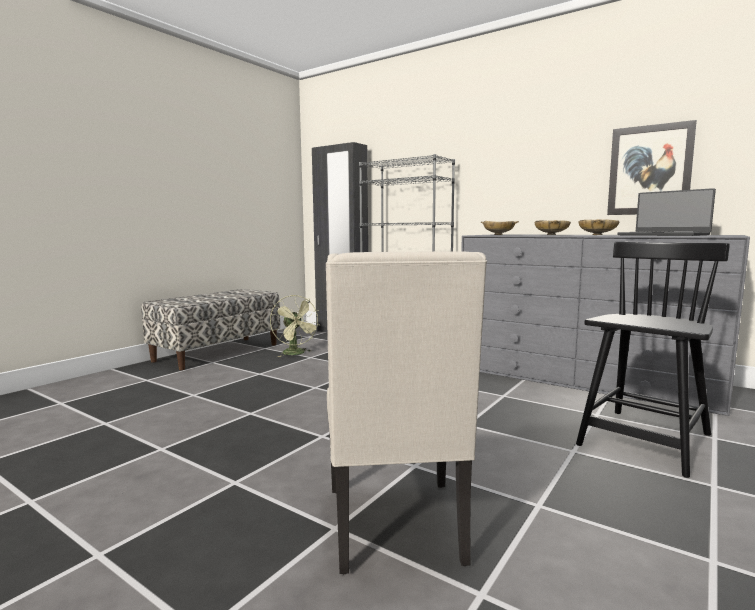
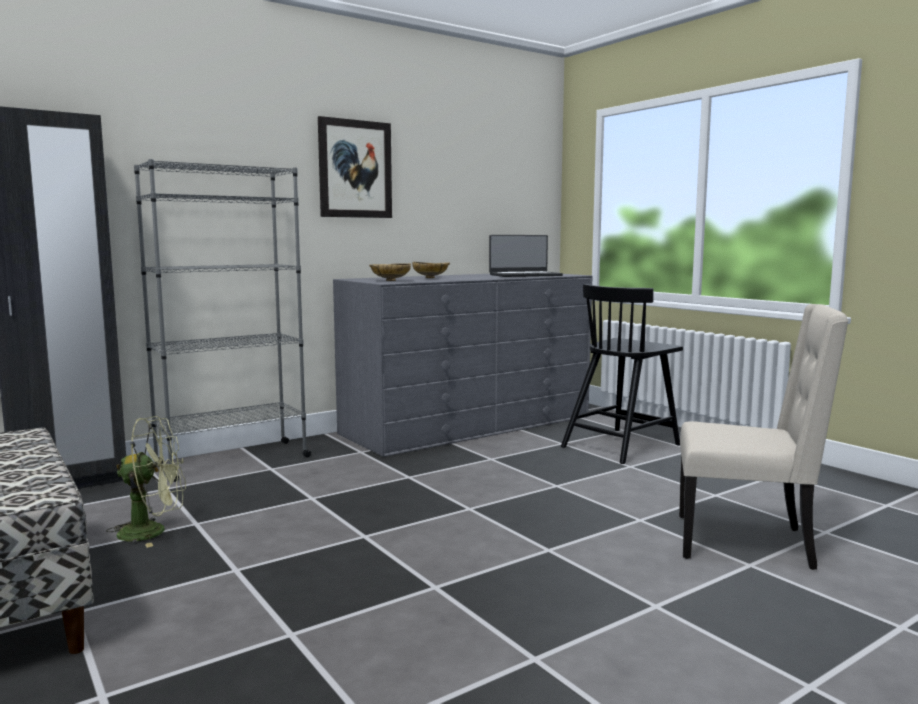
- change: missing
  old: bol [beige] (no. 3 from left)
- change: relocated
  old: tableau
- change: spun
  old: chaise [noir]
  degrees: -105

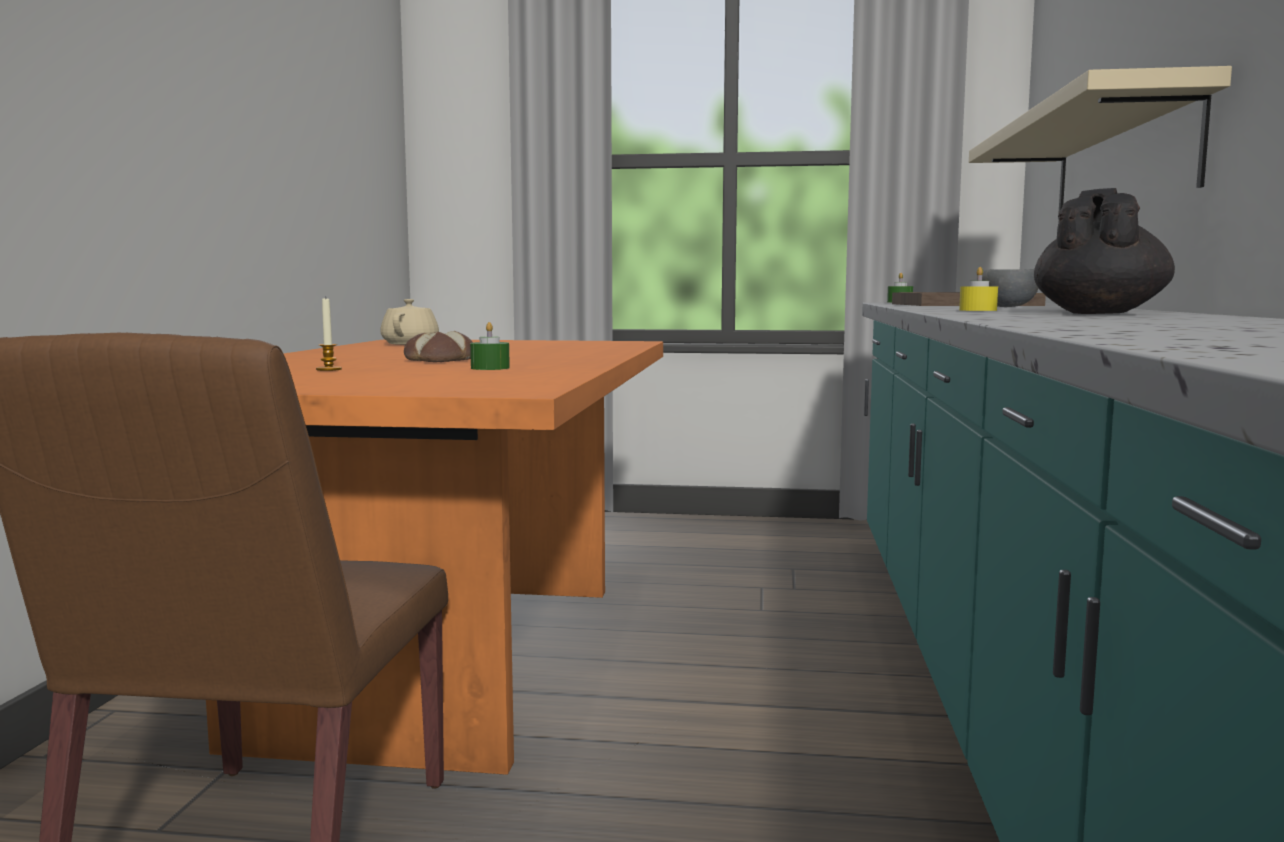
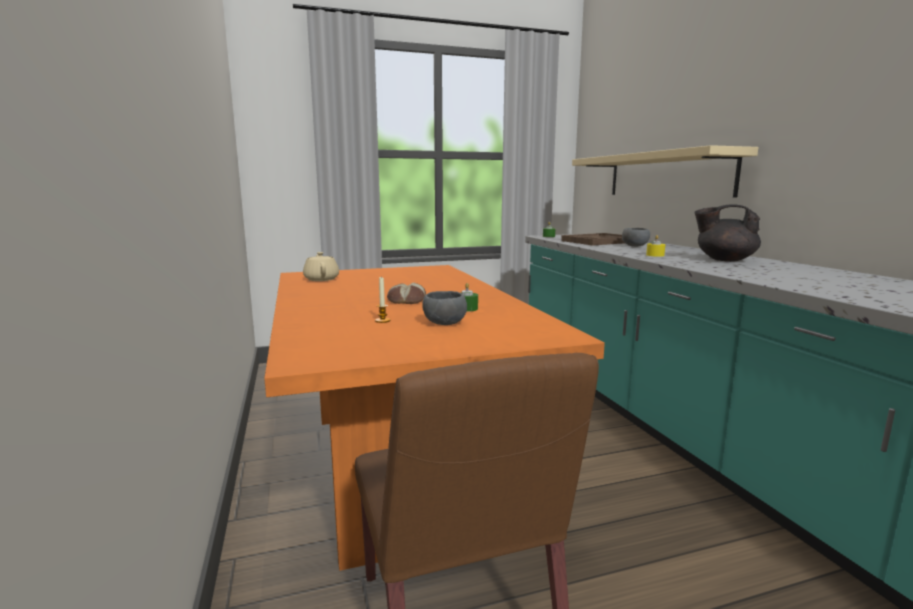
- change: appeared
  new: bol [gris] (no. 1 from left)
- change: spun
  old: théière [noir]
  degrees: -75

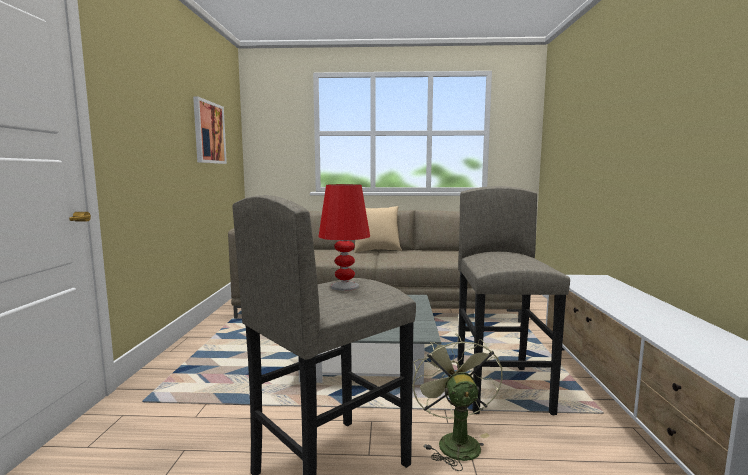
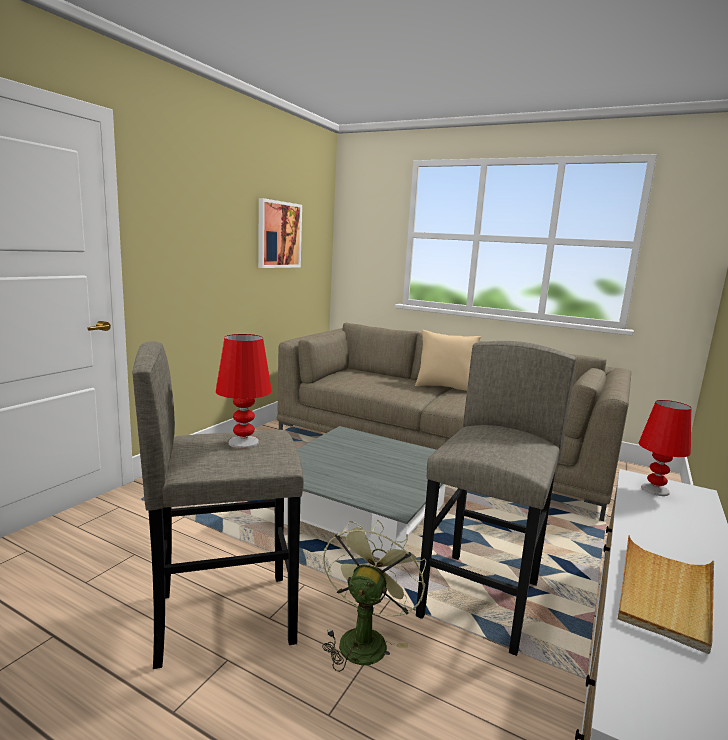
- change: appeared
  new: plateau [beige]
- change: appeared
  new: lampe de table [rouge] (no. 2 from left)

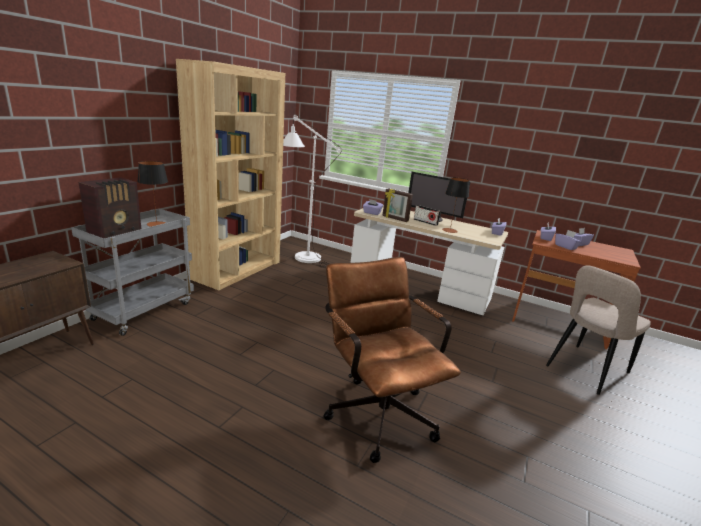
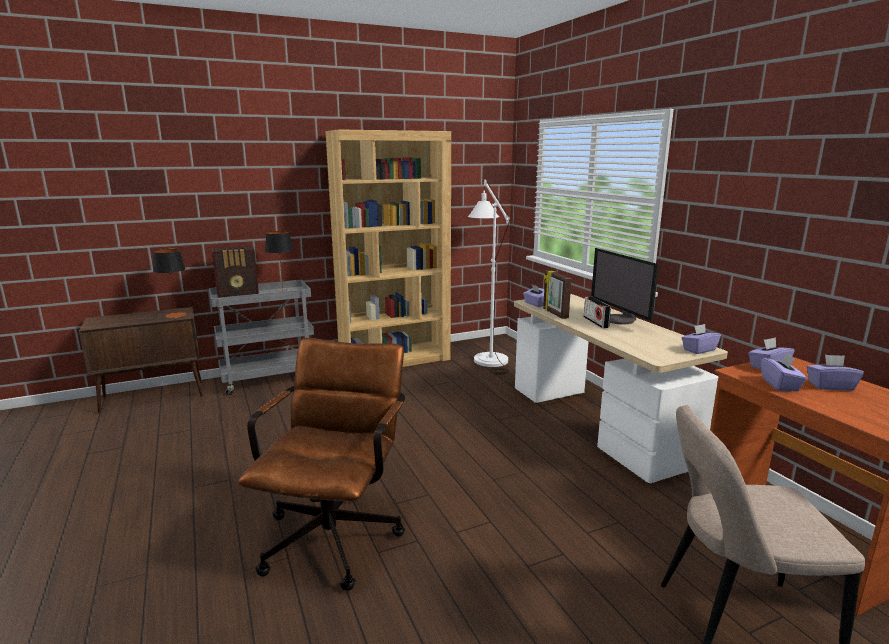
- change: relocated
  old: lampe de table (no. 2 from left in the first image)
  new: lampe de table (no. 1 from left)

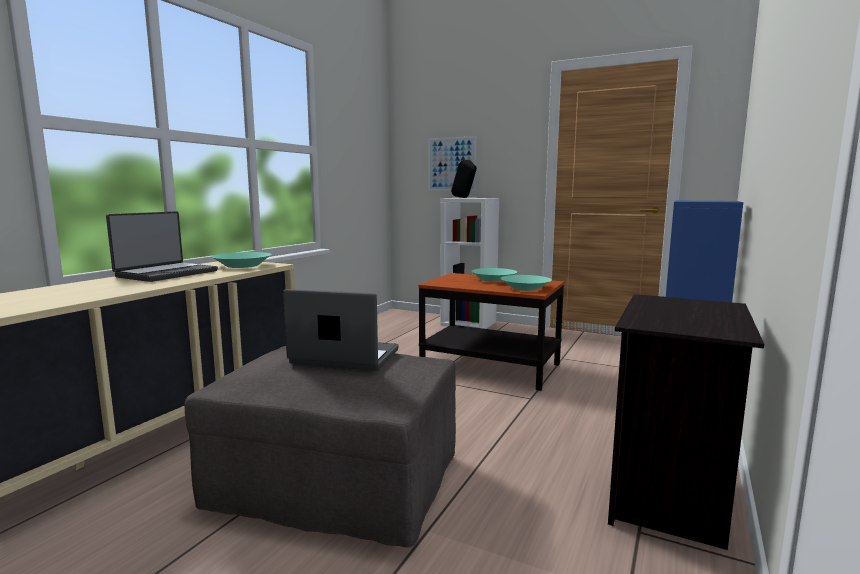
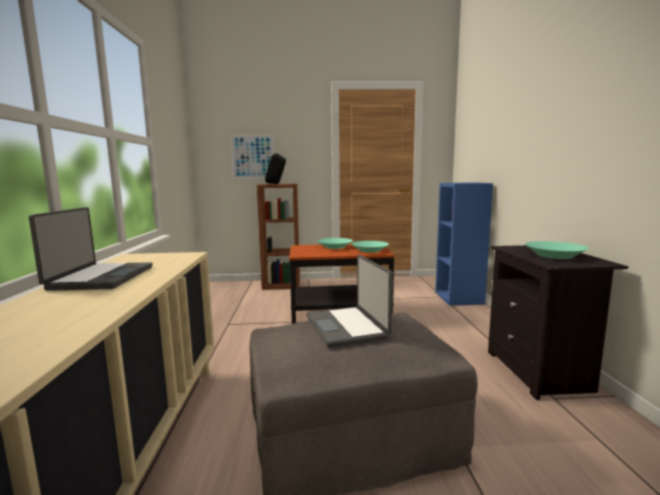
- change: relocated
  old: bol [turquoise] (no. 1 from left in the first image)
  new: bol [turquoise] (no. 3 from left)
- change: colour
  old: bibliothèque [blanc]
  new: bibliothèque [marron]
- change: spun
  old: ordinateur portable (no. 2 from left)
  degrees: -90

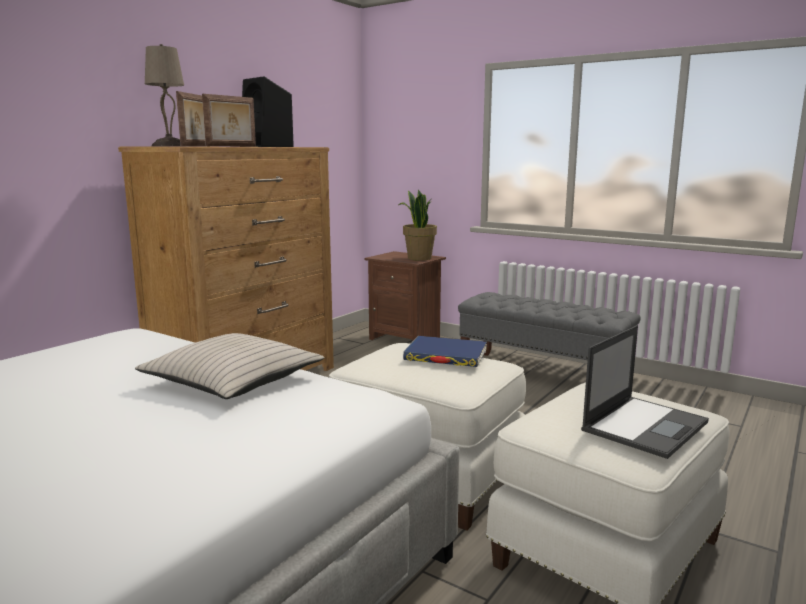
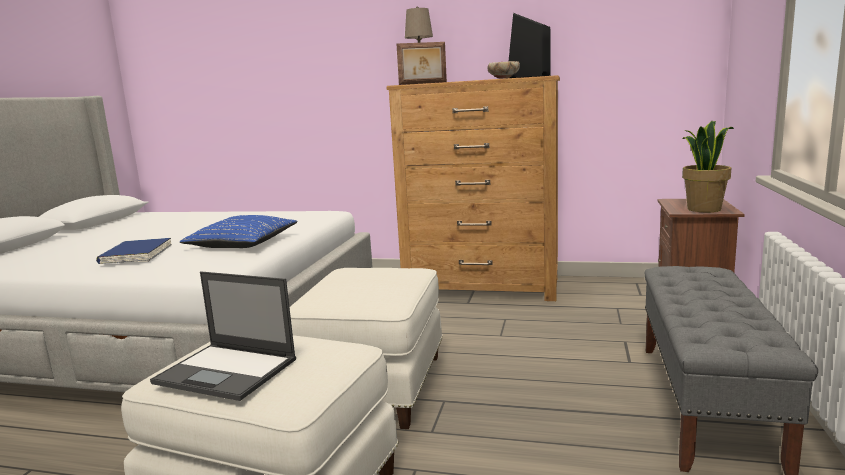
- change: missing
  old: cadre photo (no. 2 from left)
- change: appeared
  new: bol
- change: relocated
  old: livre [bleu]
- change: colour
  old: coussin [beige]
  new: coussin [bleu]

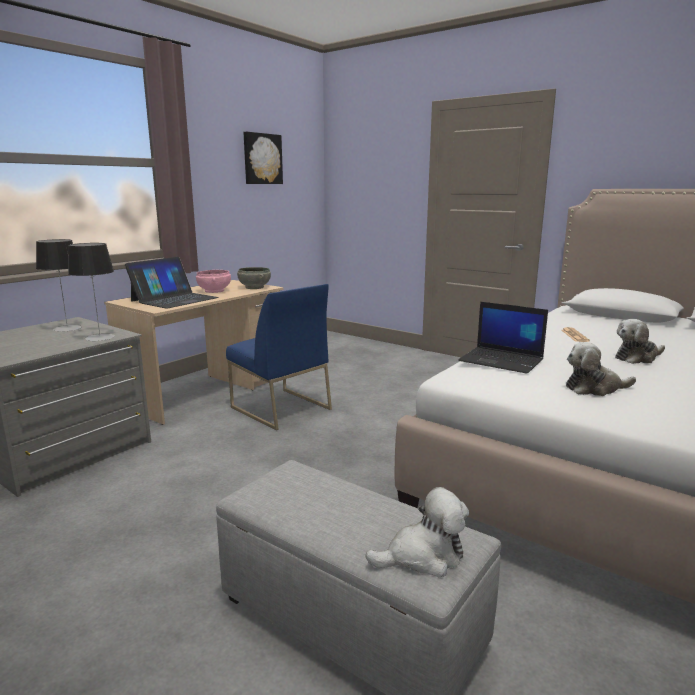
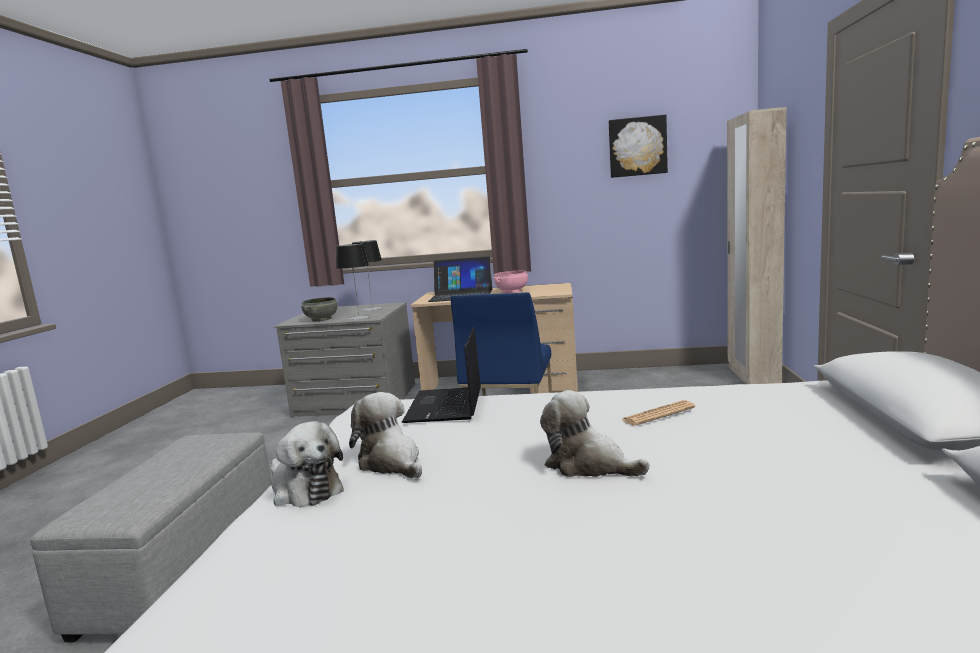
- change: appeared
  new: armoire [beige]
- change: relocated
  old: bol [gris]
- change: relocated
  old: peluche (no. 1 from left)

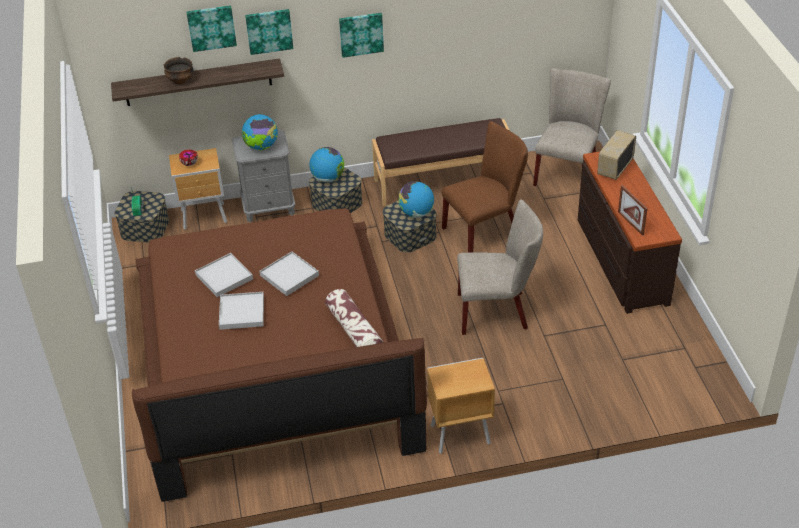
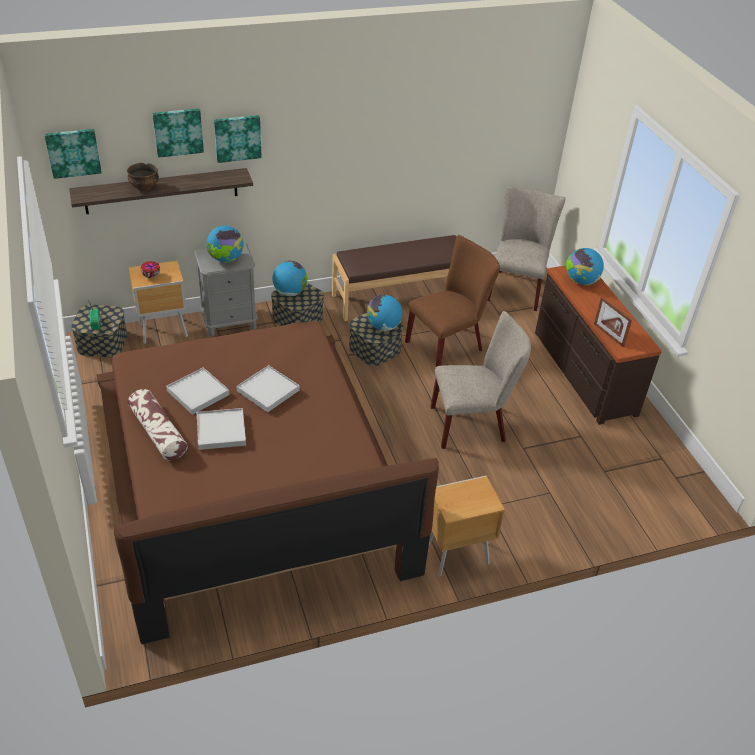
- change: relocated
  old: coussin
- change: relocated
  old: tableau (no. 3 from left in the first image)
  new: tableau (no. 1 from left)
- change: exchanged
  old: radio (no. 2 from left)
  new: globe (no. 4 from left)

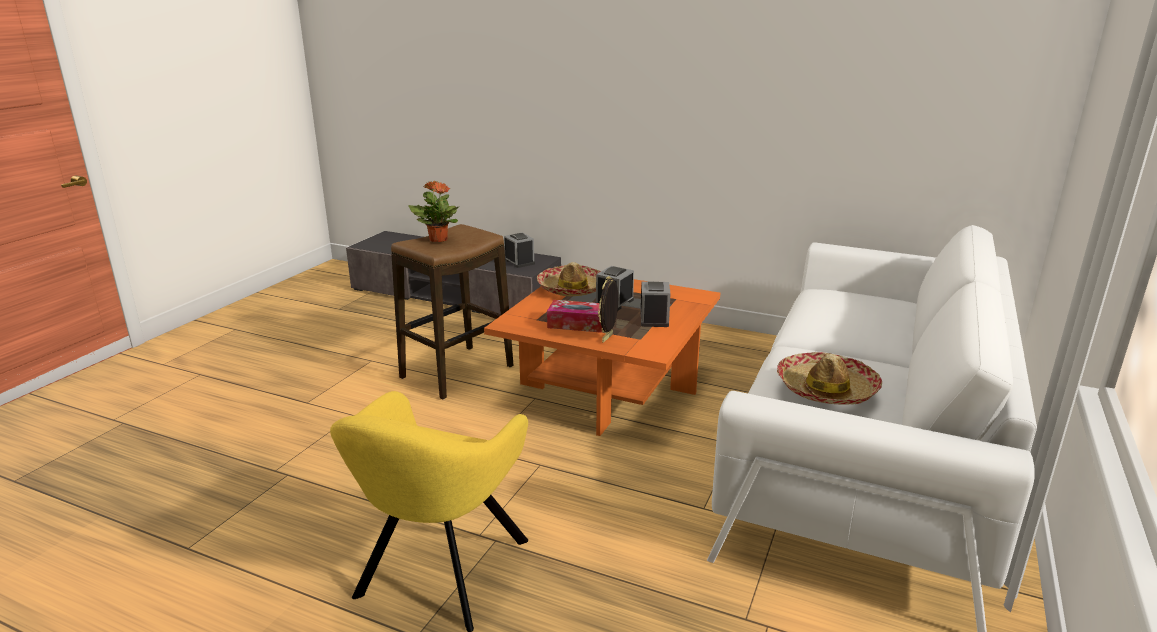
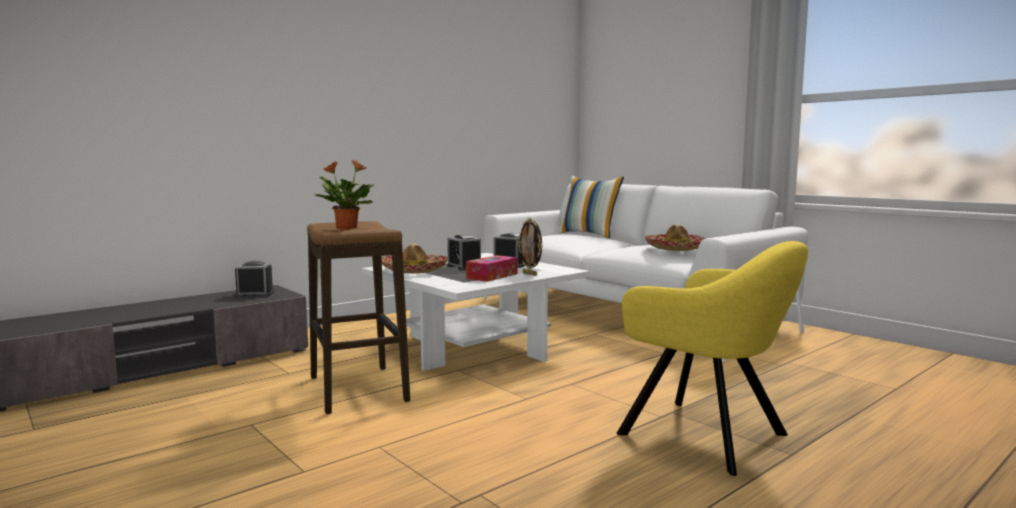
- change: appeared
  new: coussin
- change: colour
  old: table basse [orange]
  new: table basse [blanc]

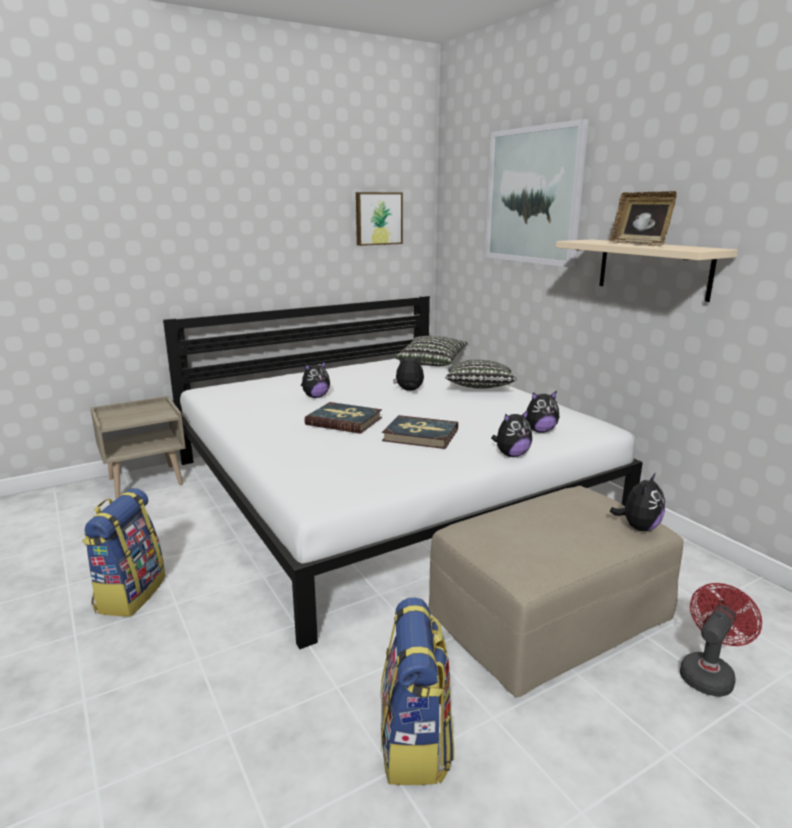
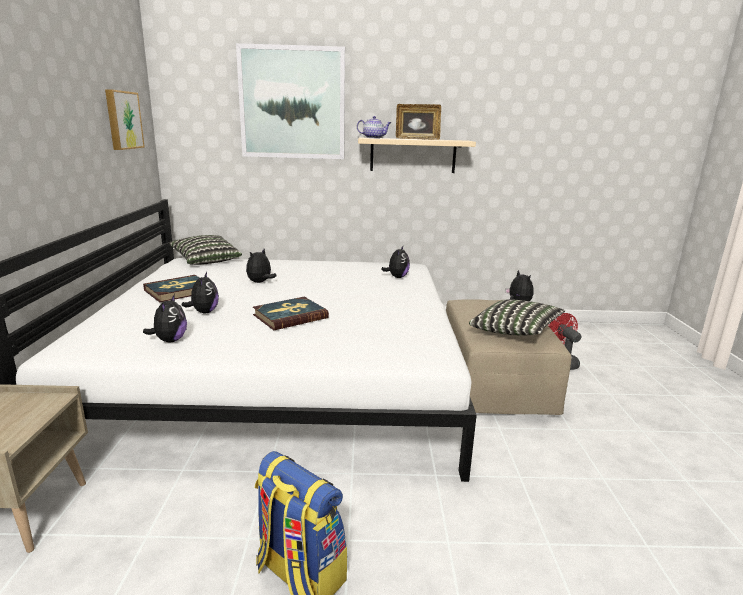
- change: missing
  old: sac à dos (no. 2 from left)
- change: appeared
  new: théière
- change: relocated
  old: livre (no. 2 from left in the first image)
  new: livre (no. 1 from left)
- change: relocated
  old: coussin (no. 2 from left)
- change: relocated
  old: peluche (no. 3 from left in the first image)
  new: peluche (no. 1 from left)

